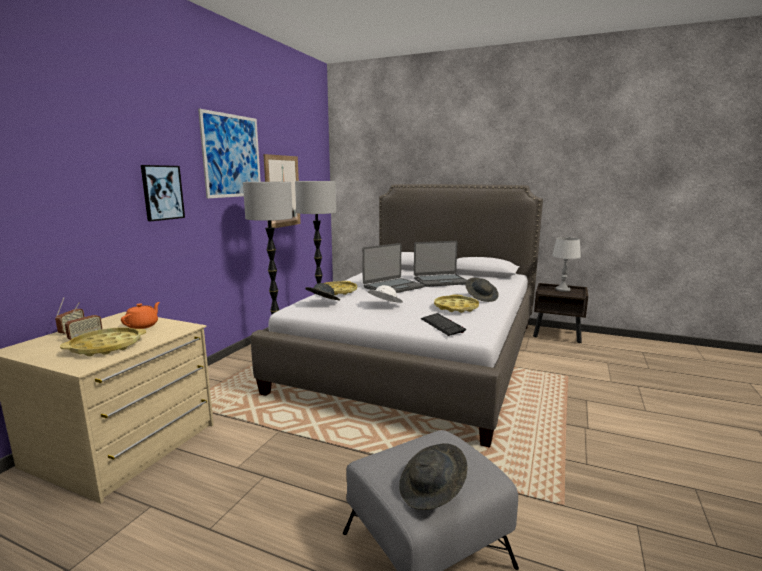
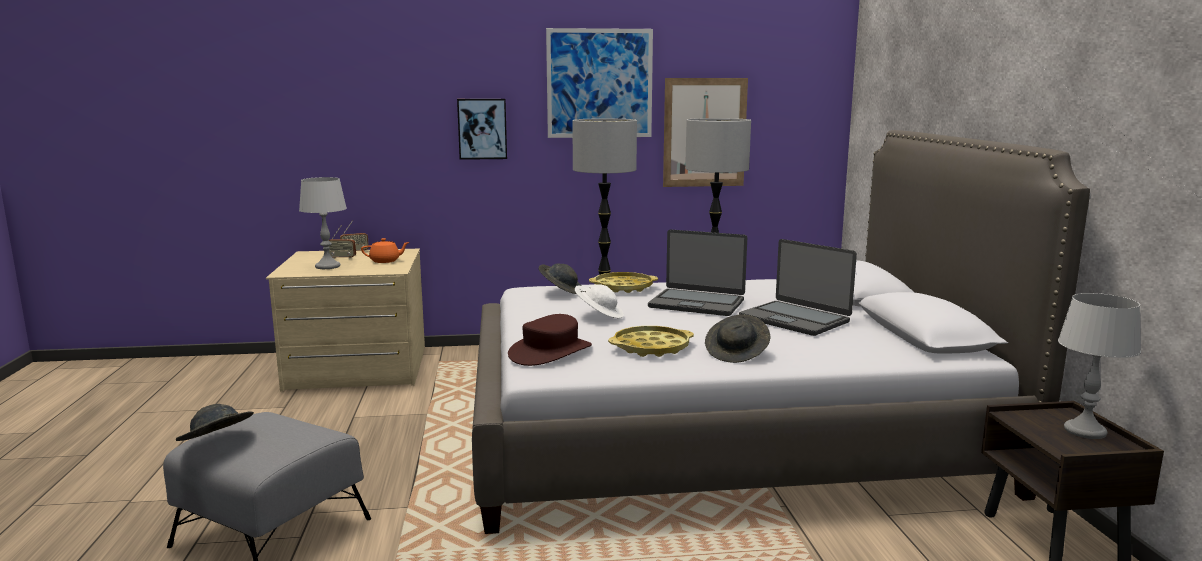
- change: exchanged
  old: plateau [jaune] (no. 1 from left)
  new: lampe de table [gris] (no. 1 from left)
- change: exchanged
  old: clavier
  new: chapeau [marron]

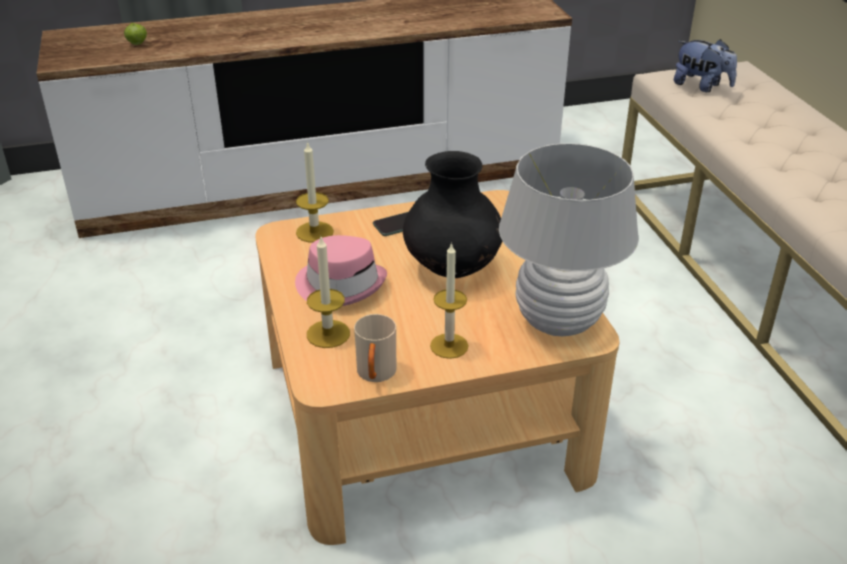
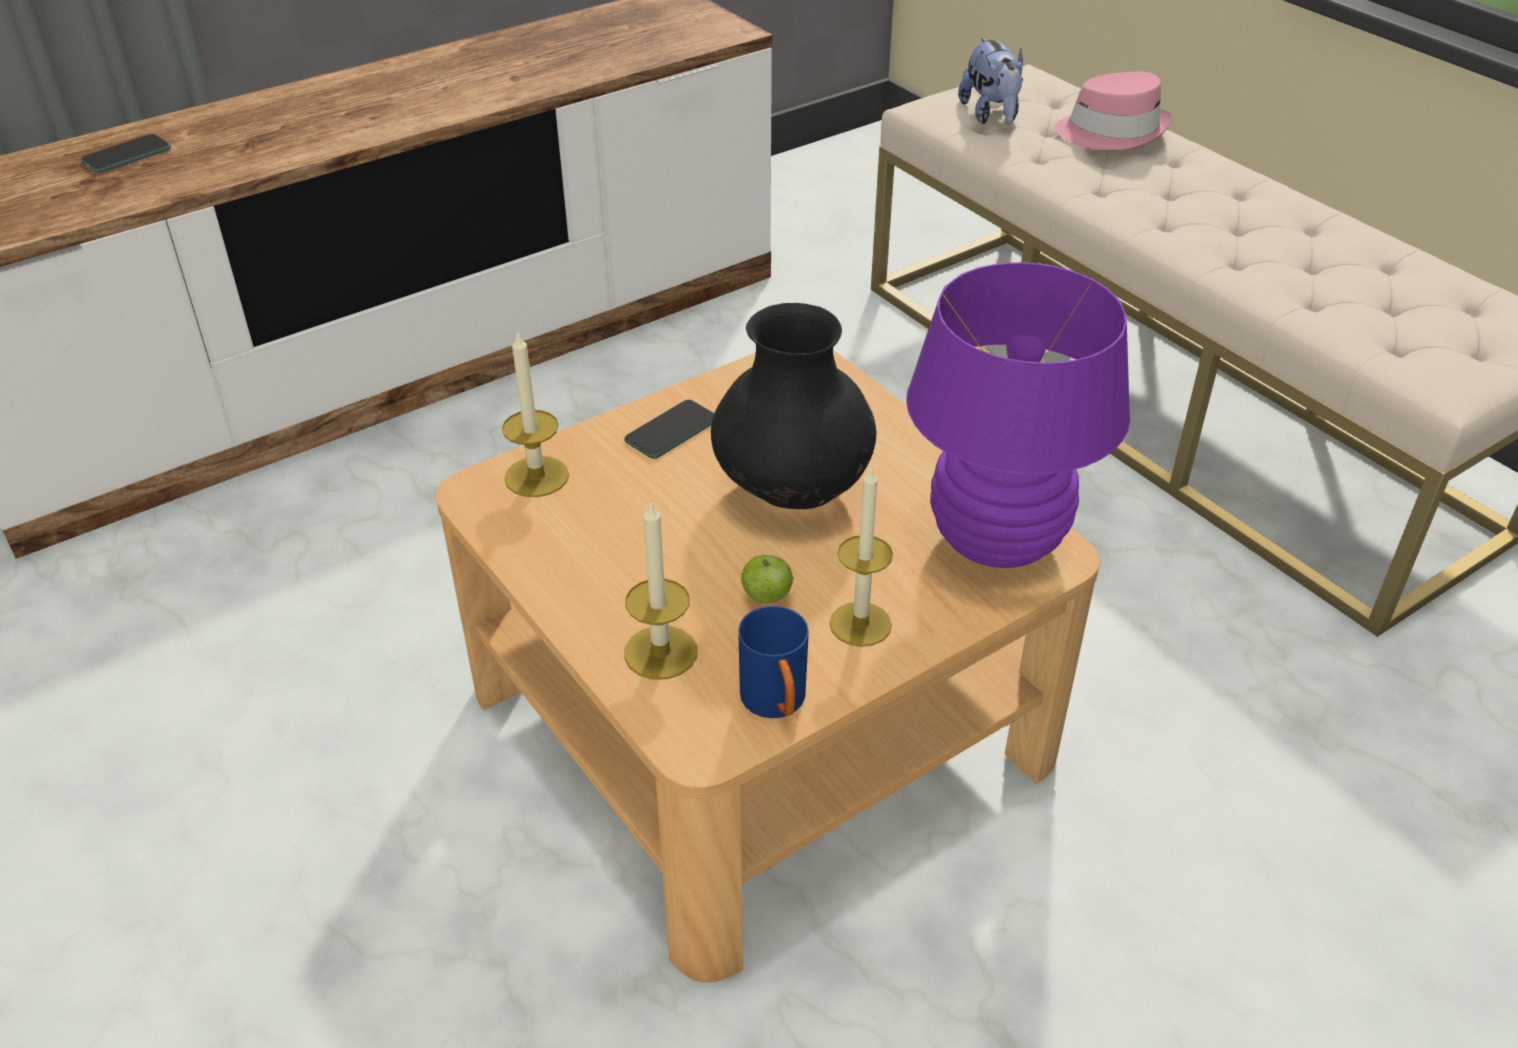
- change: appeared
  new: téléphone (no. 1 from left)
- change: relocated
  old: pomme
- change: relocated
  old: chapeau [rose]
- change: colour
  old: mug [beige]
  new: mug [bleu]
- change: colour
  old: lampe de table [blanc]
  new: lampe de table [violet]
- change: spun
  old: peluche
  degrees: 60

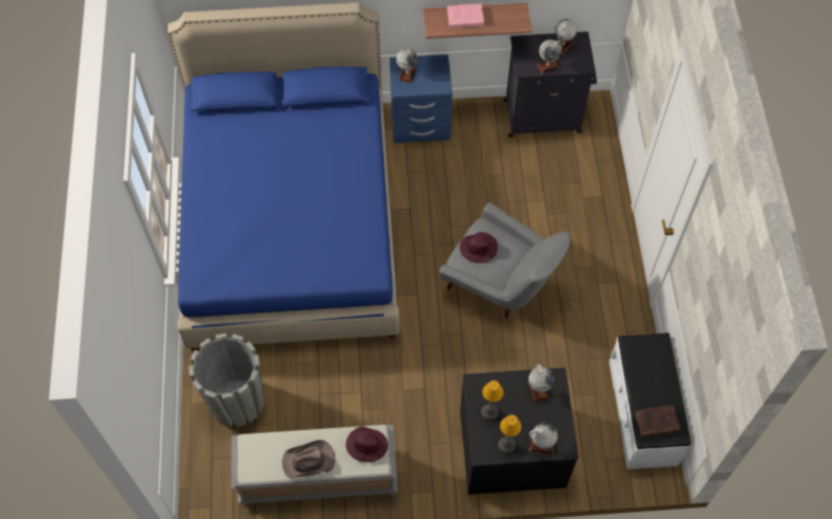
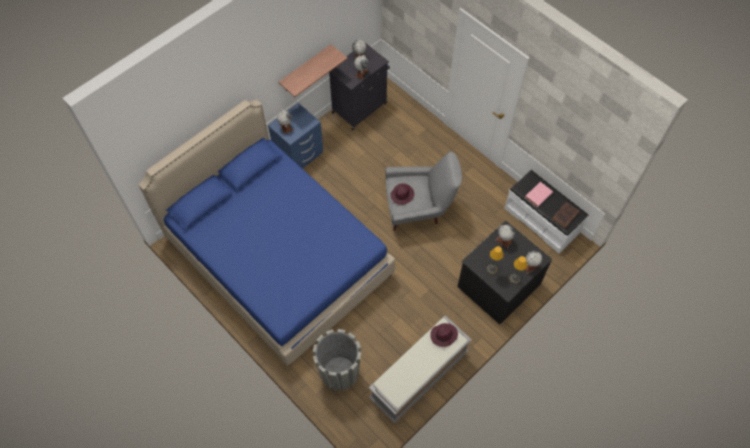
- change: missing
  old: chapeau [marron]
- change: relocated
  old: livre [rose]

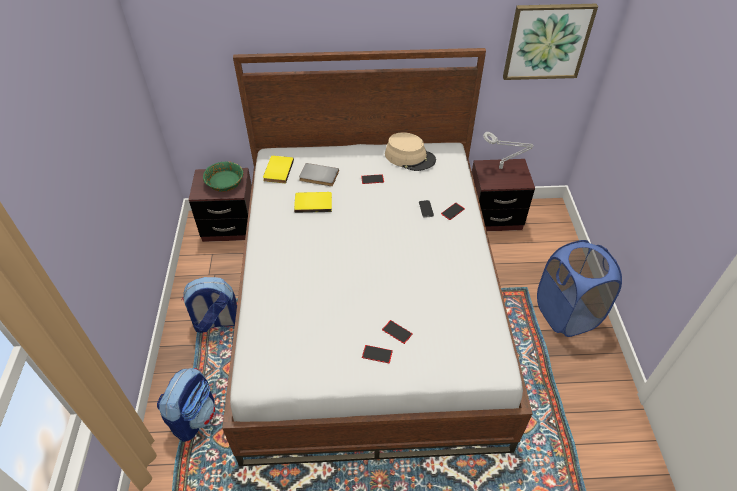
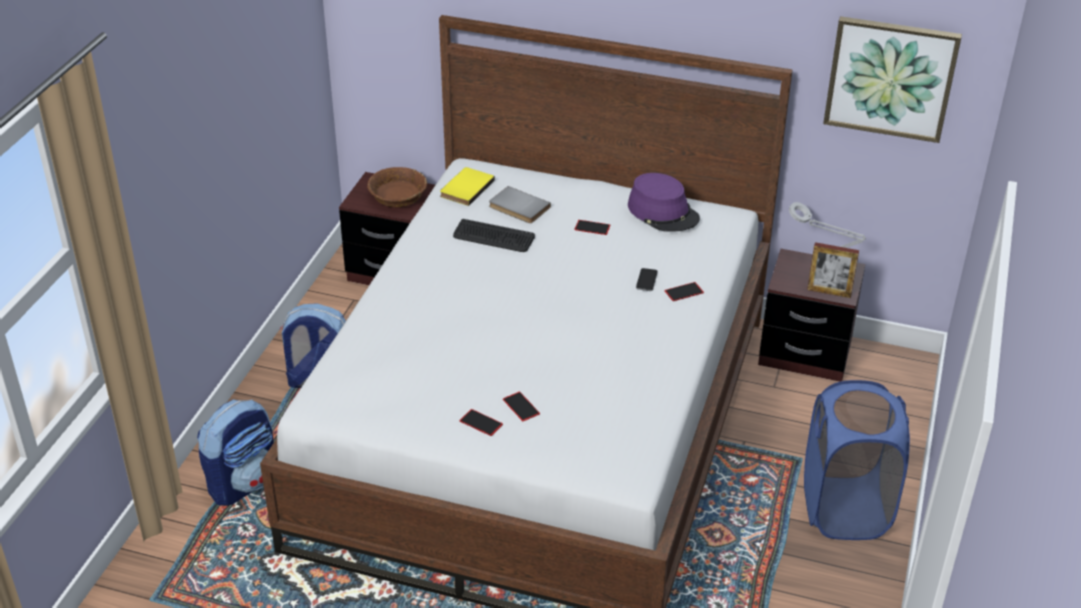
- change: appeared
  new: cadre photo
- change: exchanged
  old: livre [jaune] (no. 2 from left)
  new: clavier
- change: colour
  old: bol [vert]
  new: bol [marron]
- change: colour
  old: chapeau [beige]
  new: chapeau [violet]

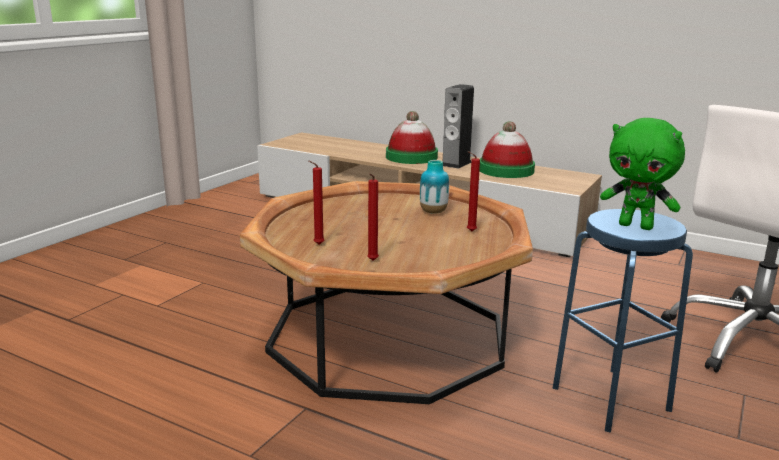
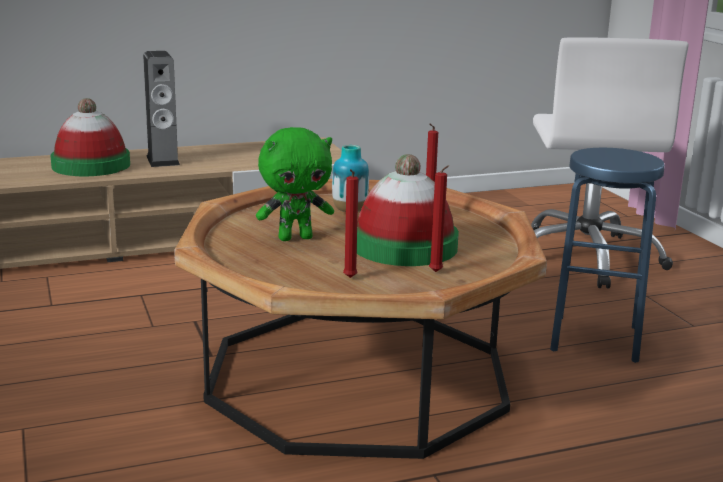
- change: relocated
  old: chapeau (no. 2 from left)
- change: relocated
  old: peluche [vert]

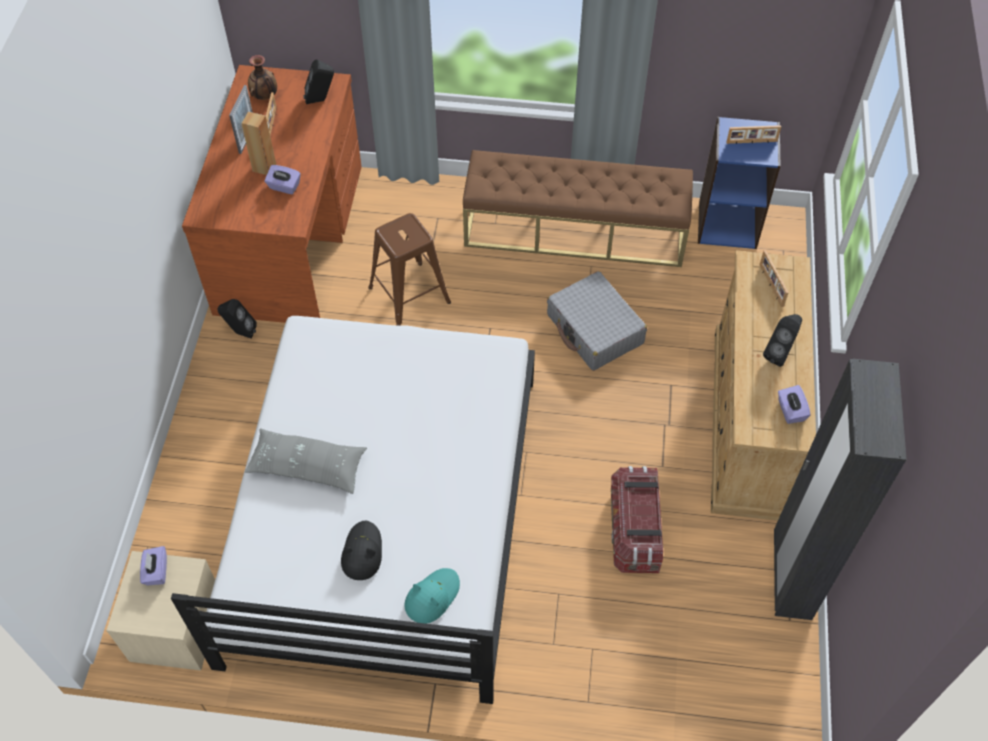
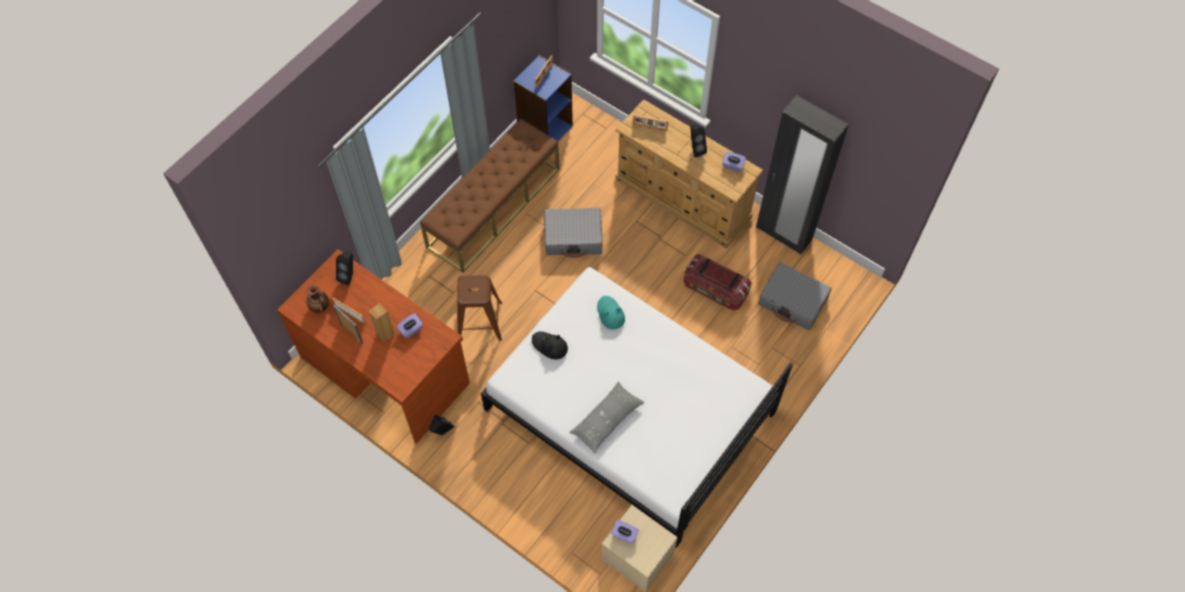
- change: appeared
  new: valise [gris] (no. 2 from left)
- change: relocated
  old: chapeau [noir]
- change: relocated
  old: chapeau [turquoise]

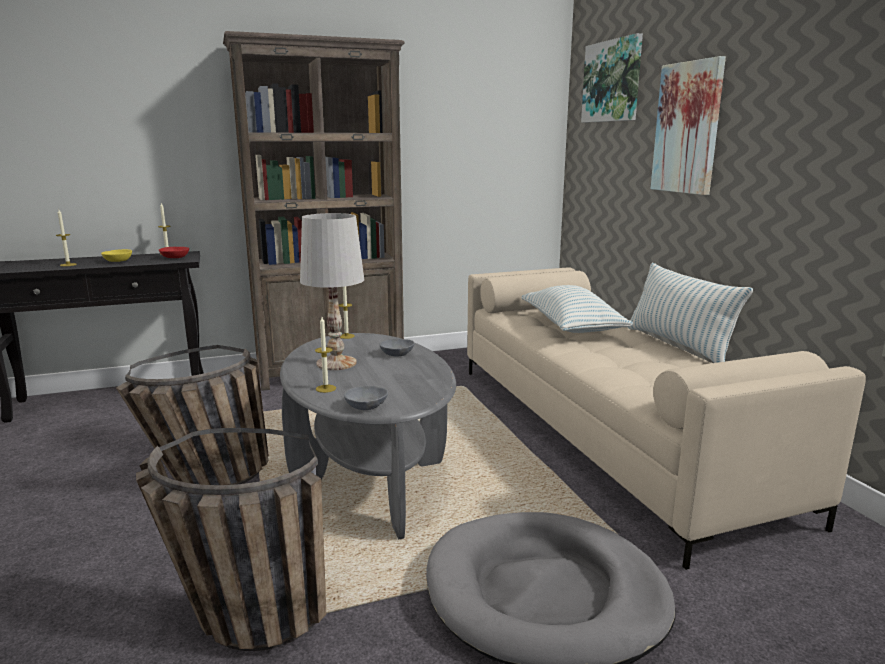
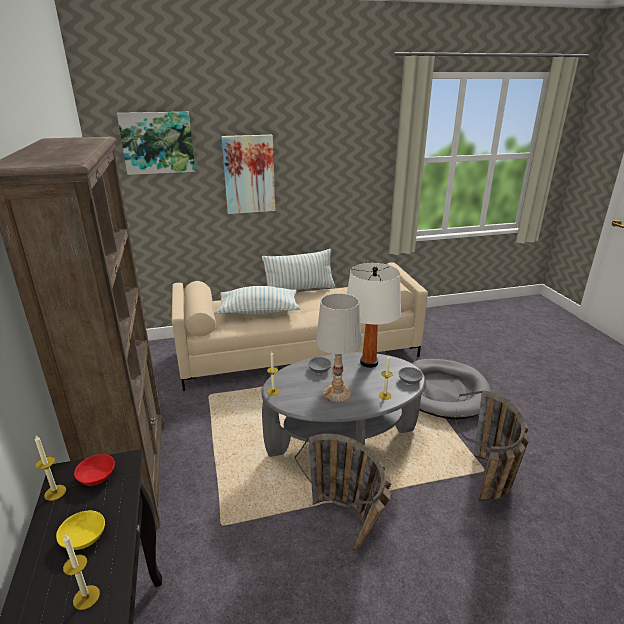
- change: appeared
  new: lampe de table [blanc] (no. 2 from left)

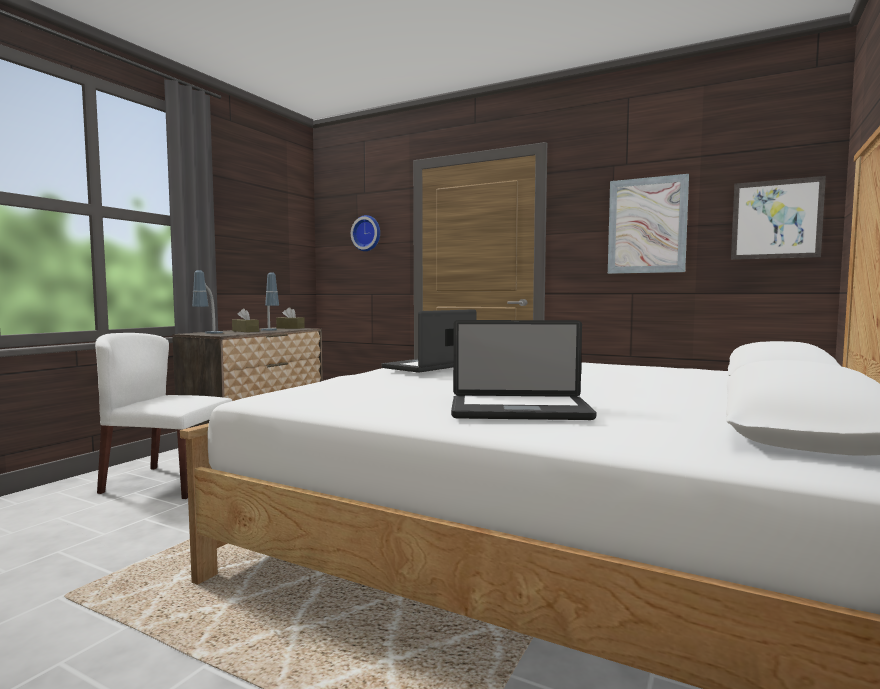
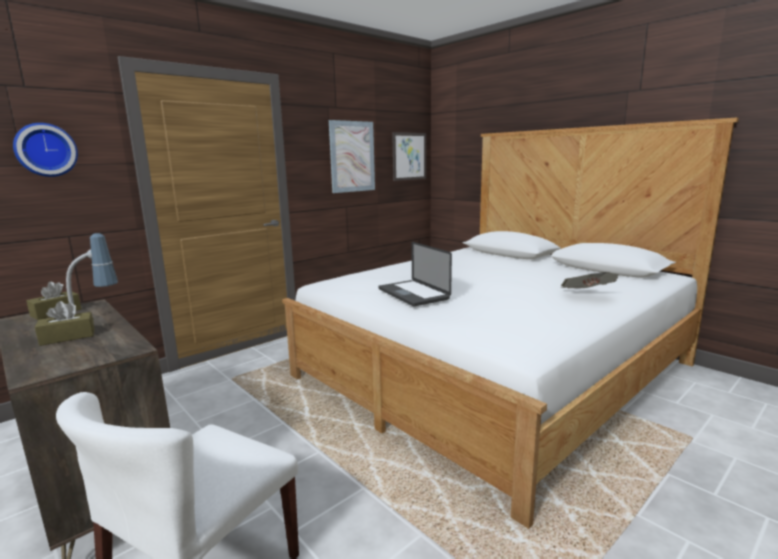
- change: missing
  old: lampe de table (no. 1 from left)
- change: exchanged
  old: ordinateur portable (no. 2 from left)
  new: journal

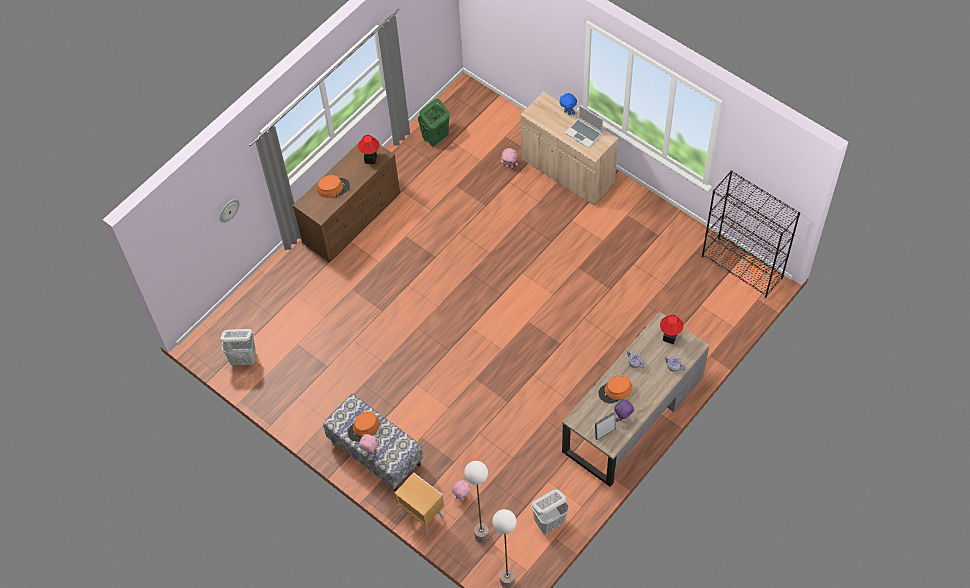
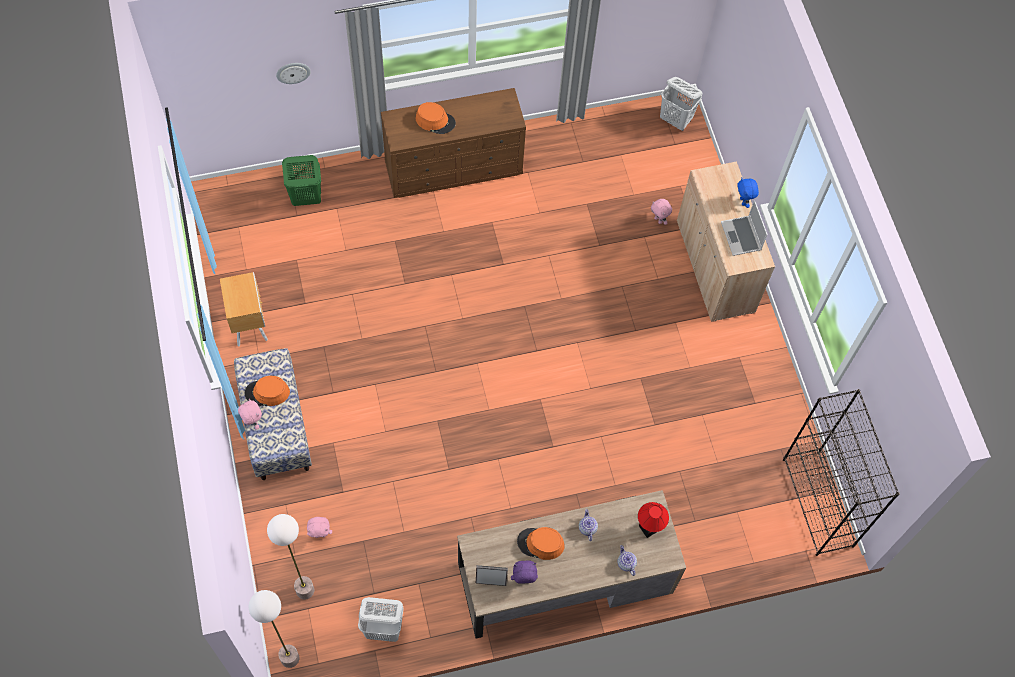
- change: missing
  old: lampe de table (no. 1 from left)
- change: relocated
  old: panier à linge [blanc] (no. 1 from left in the first image)
  new: panier à linge [blanc] (no. 2 from left)
- change: relocated
  old: table de chevet [marron]
- change: relocated
  old: panier à linge [vert]

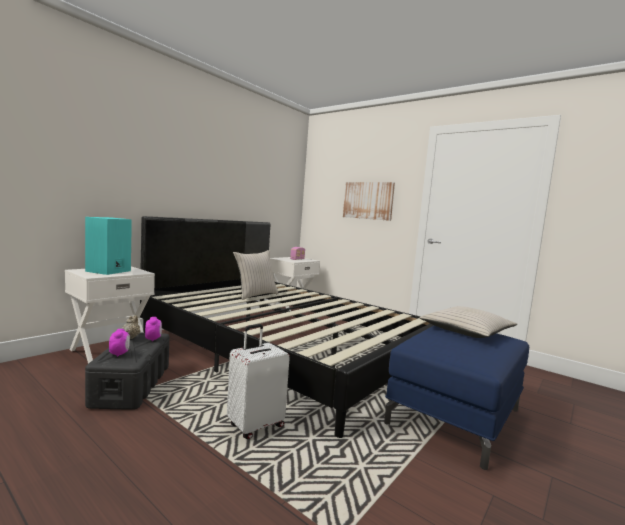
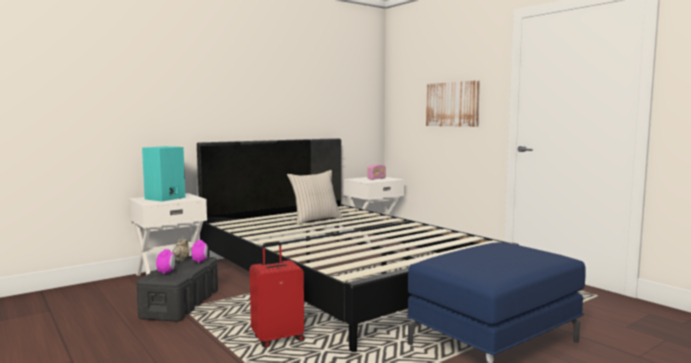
- change: missing
  old: coussin [beige] (no. 2 from left)
- change: colour
  old: valise [blanc]
  new: valise [rouge]

